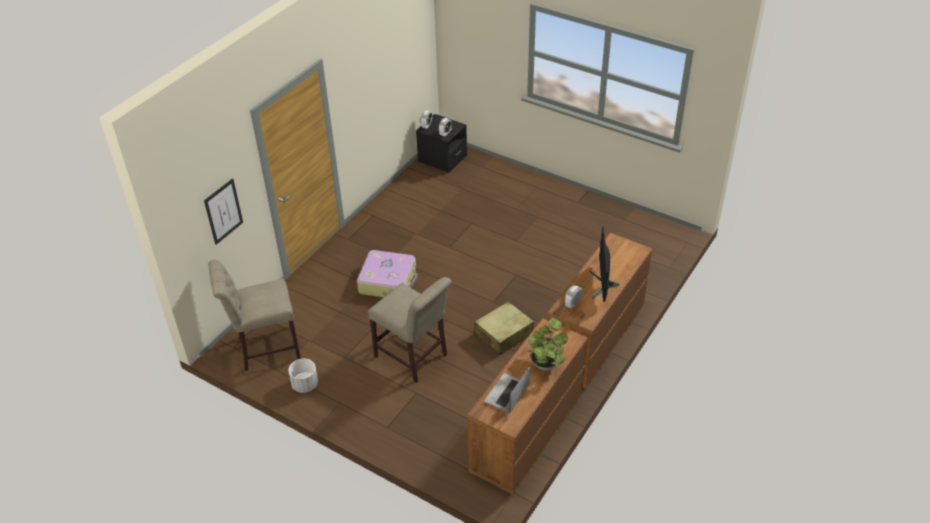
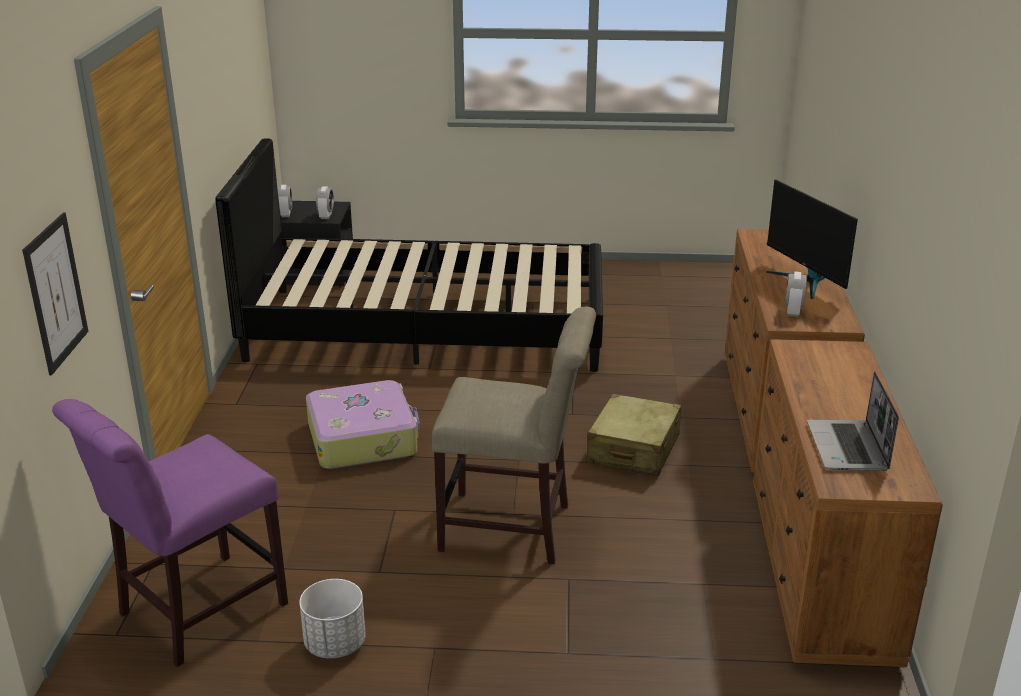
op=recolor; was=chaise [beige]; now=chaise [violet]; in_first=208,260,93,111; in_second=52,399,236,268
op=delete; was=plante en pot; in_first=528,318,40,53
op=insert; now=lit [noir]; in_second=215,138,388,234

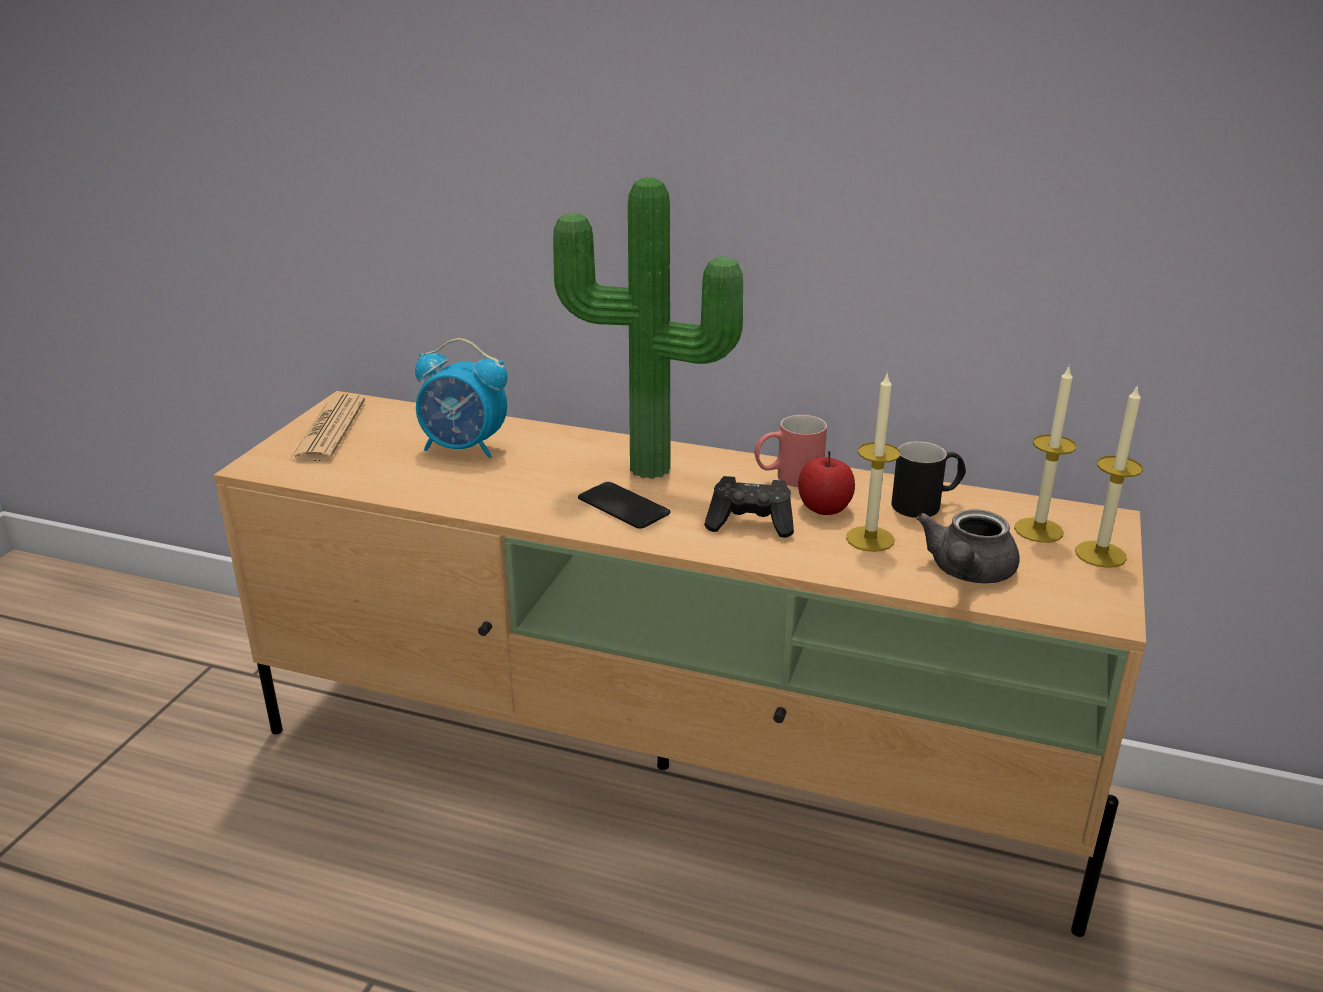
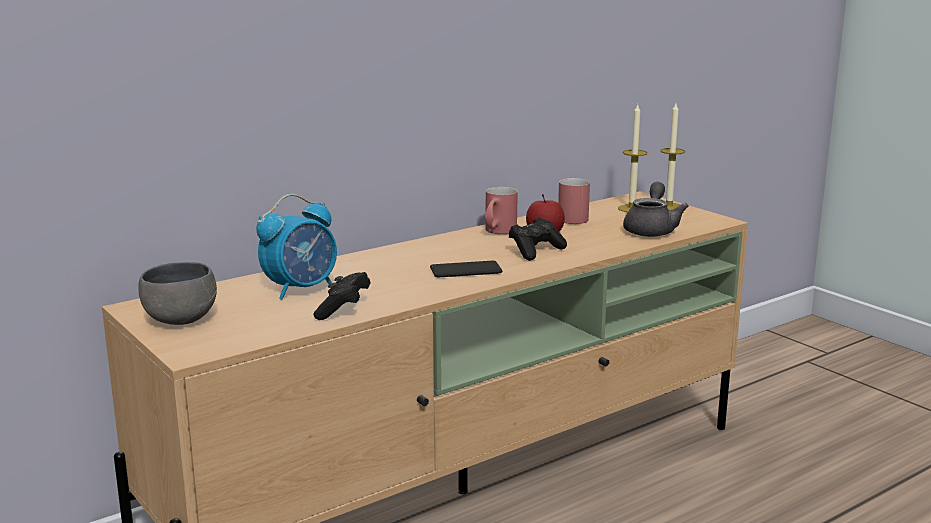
op=replace; was=journal; now=bol [gris]; in_first=290,394,75,67; in_second=138,262,79,63
op=delete; was=plante en pot; in_first=553,177,190,302
op=delete; was=bougie; in_first=846,372,55,180
op=recolor; was=mug [noir]; now=mug [rouge]; in_first=891,441,75,77; in_second=558,178,32,46
op=rotate; was=théière [gris]; in_first=917,509,103,74; in_second=623,182,66,55; clockwise=-135
op=insert; now=manette [noir]; in_second=313,272,58,48

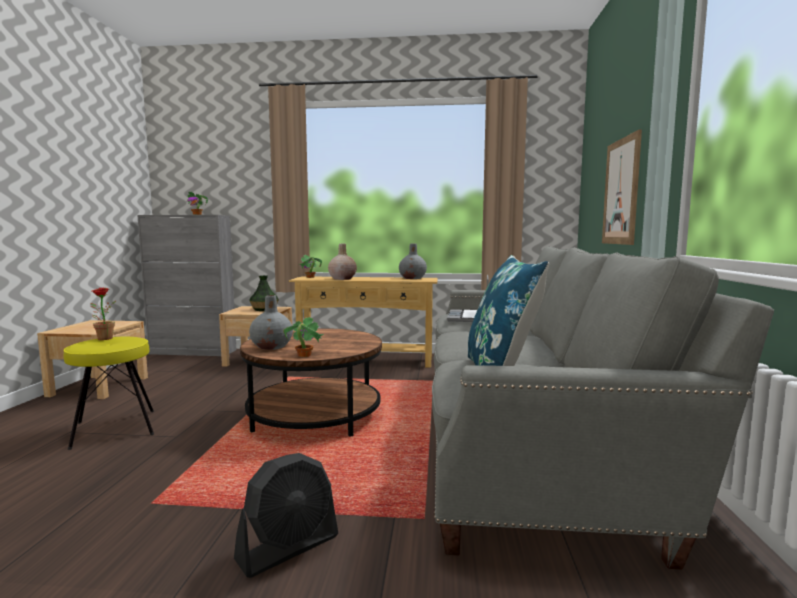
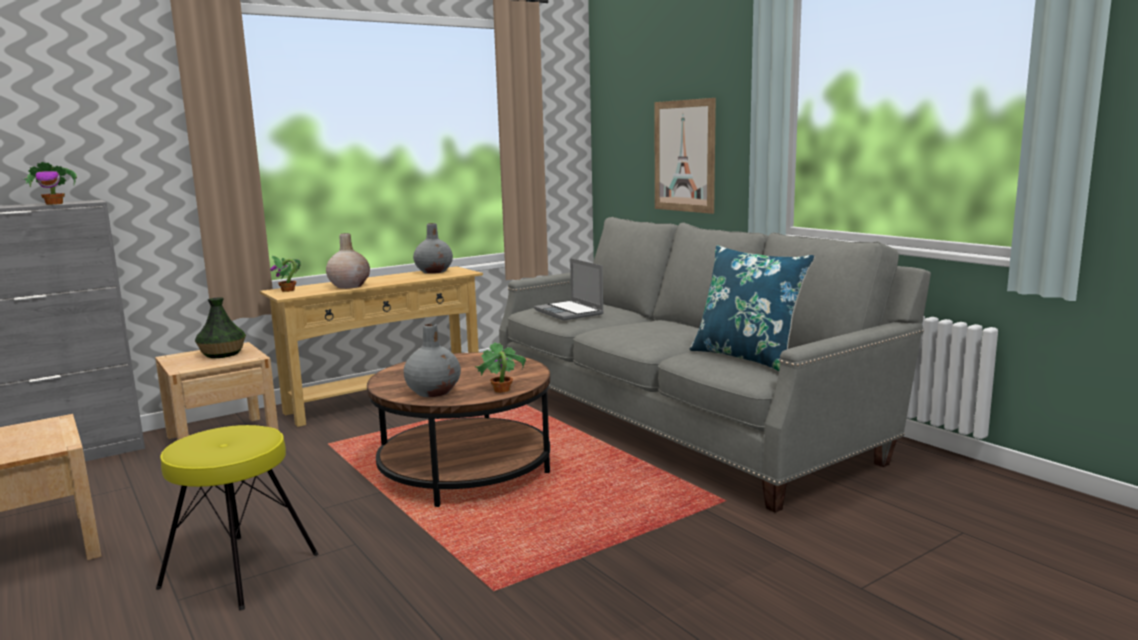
op=delete; was=plante en pot; in_first=91,288,25,52
op=delete; was=ventilateur [noir]; in_first=234,453,104,125

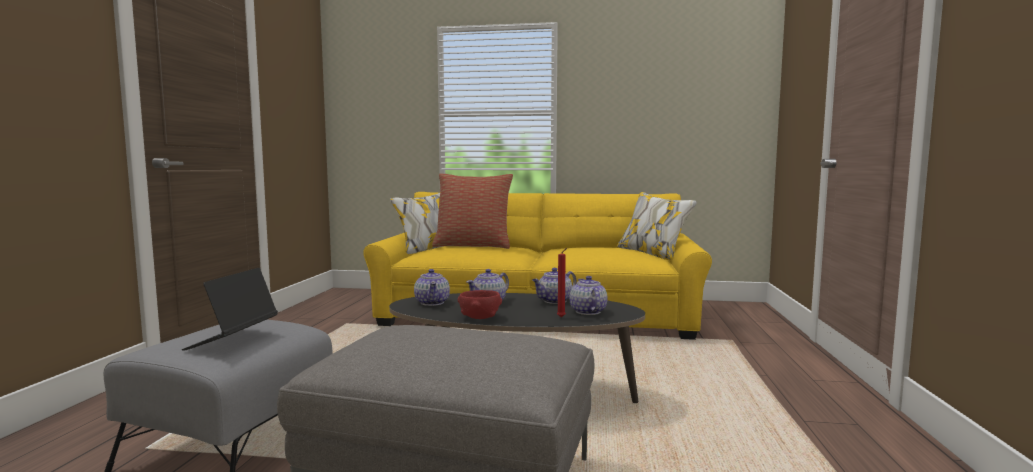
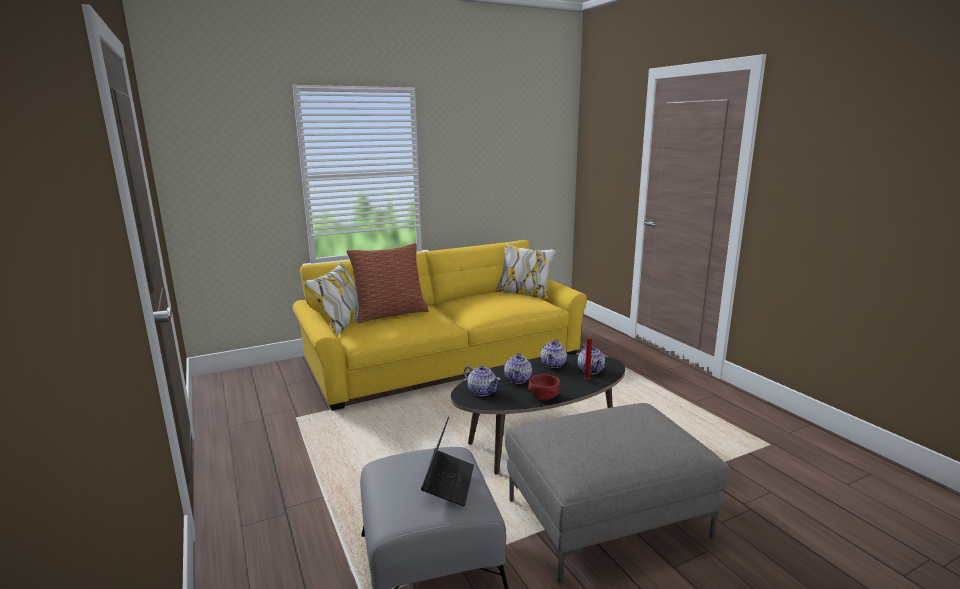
op=rotate; was=ordinateur portable; in_first=182,268,96,83; in_second=421,416,53,90; clockwise=-150
op=rotate; was=théière; in_first=569,276,38,39; in_second=578,345,27,29; clockwise=-150

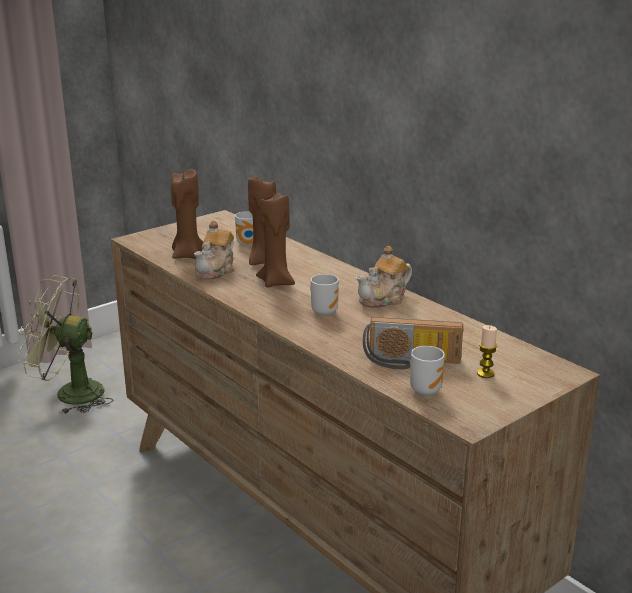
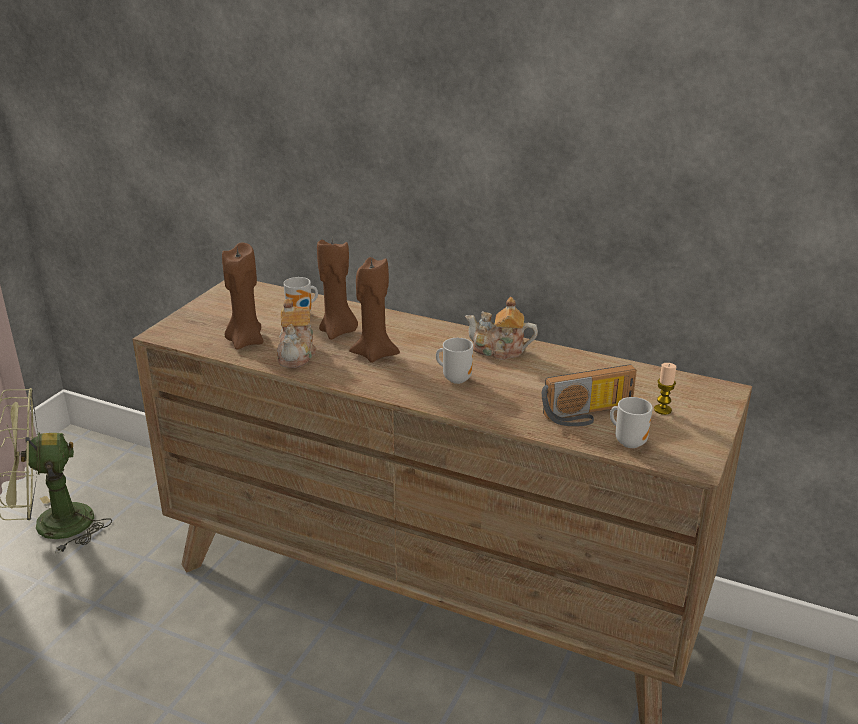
op=rotate; was=théière; in_first=356,246,56,62; in_second=465,297,73,63; clockwise=75

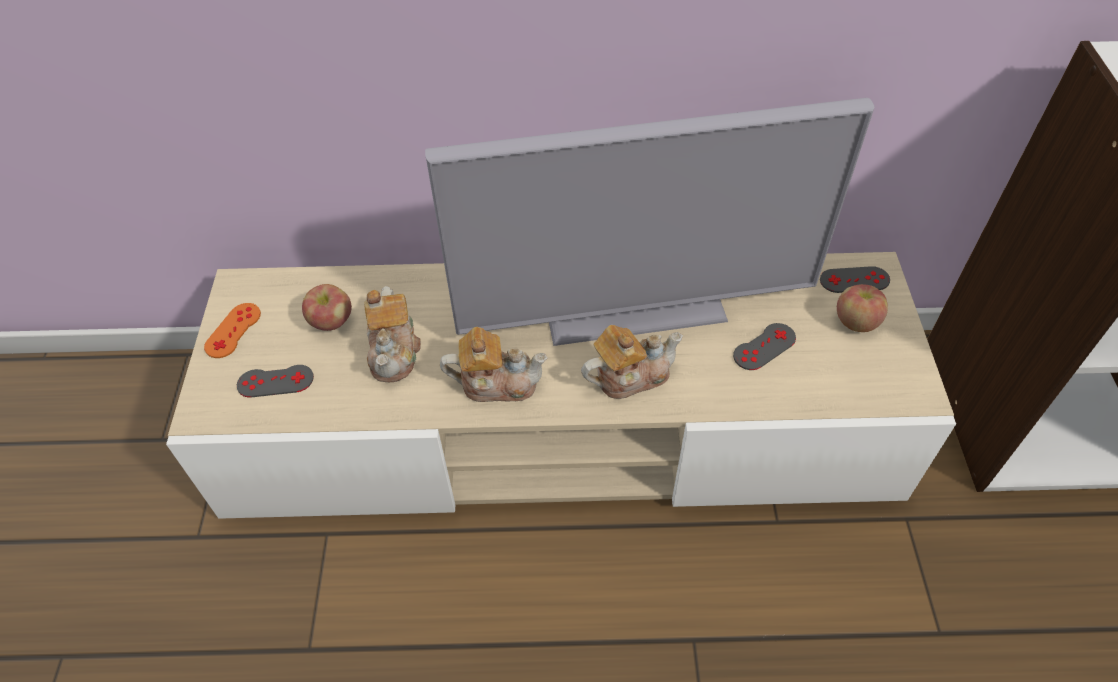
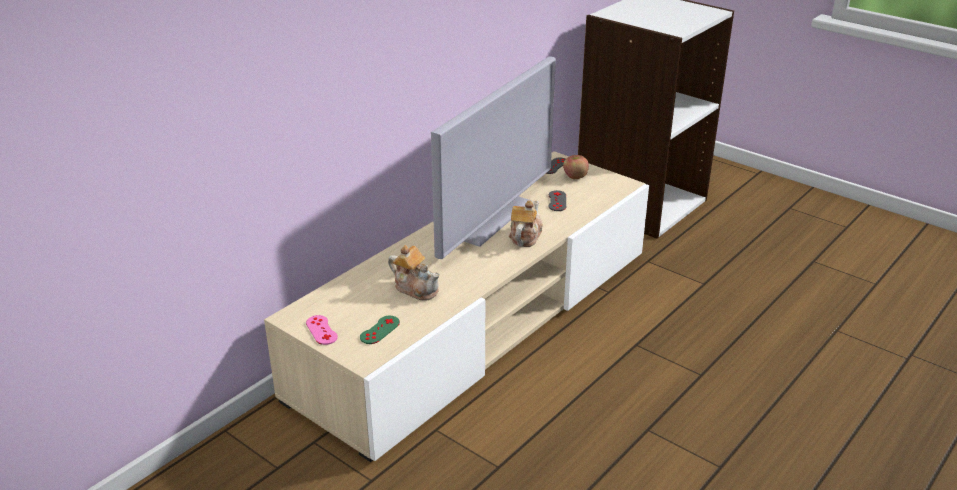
op=recolor; was=manette [orange]; now=manette [rose]; in_first=204,303,57,55; in_second=306,315,32,30
op=recolor; was=manette [gris]; now=manette [vert]; in_first=237,365,77,32; in_second=360,316,40,28
op=delete; was=pomme; in_first=302,284,50,47
op=delete; was=théière; in_first=440,327,108,75

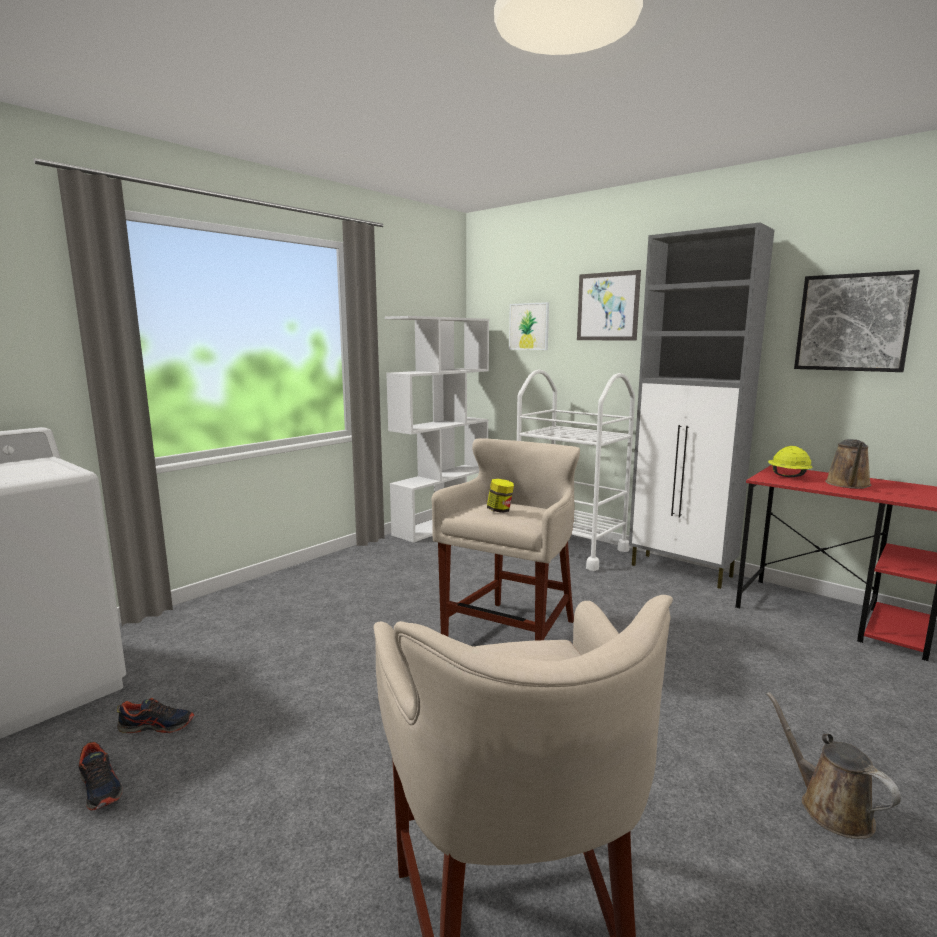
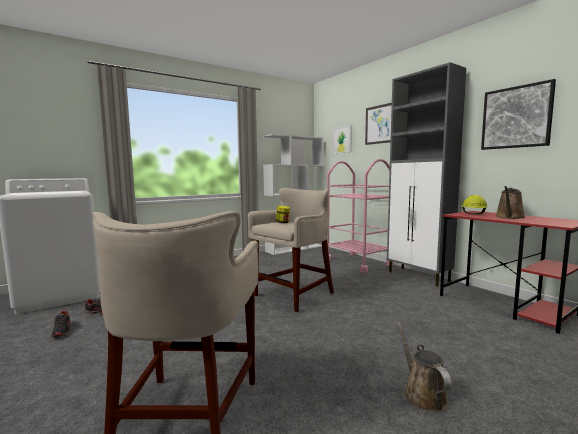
op=recolor; was=chariot [blanc]; now=chariot [rose]; in_first=517,369,118,202; in_second=327,159,66,114

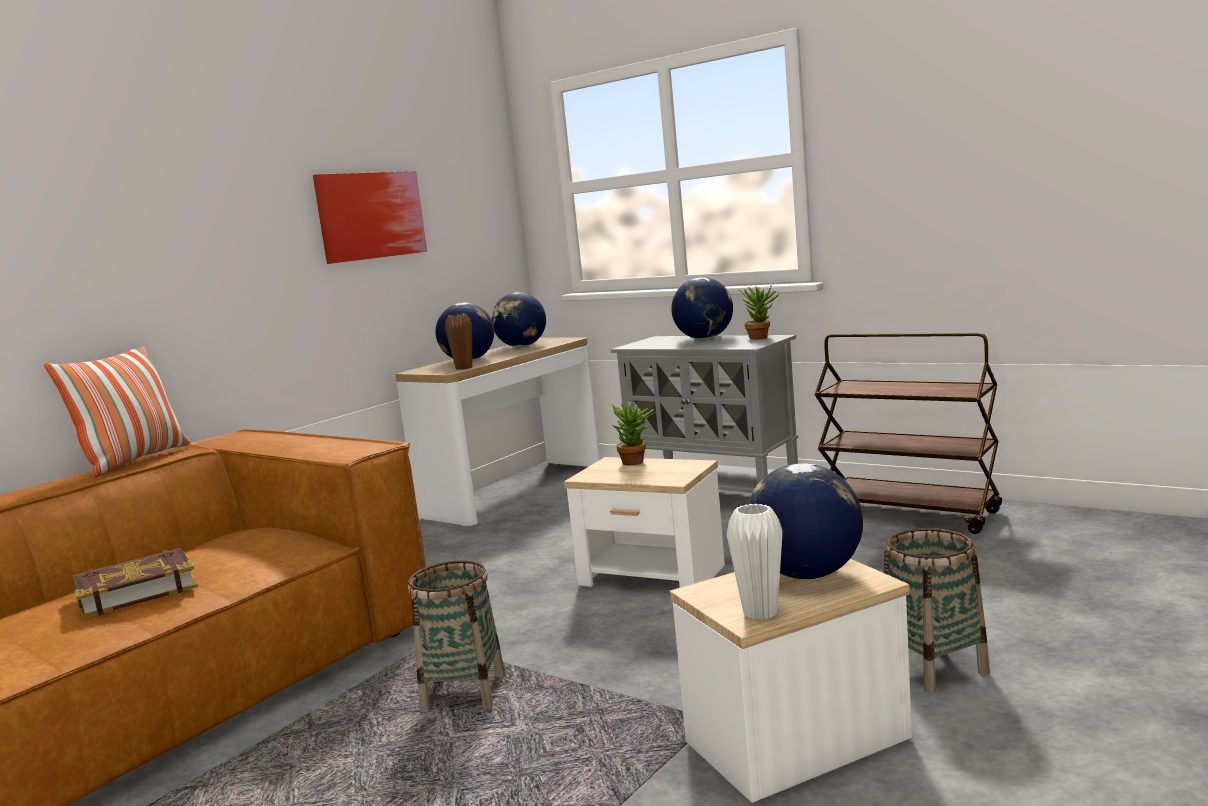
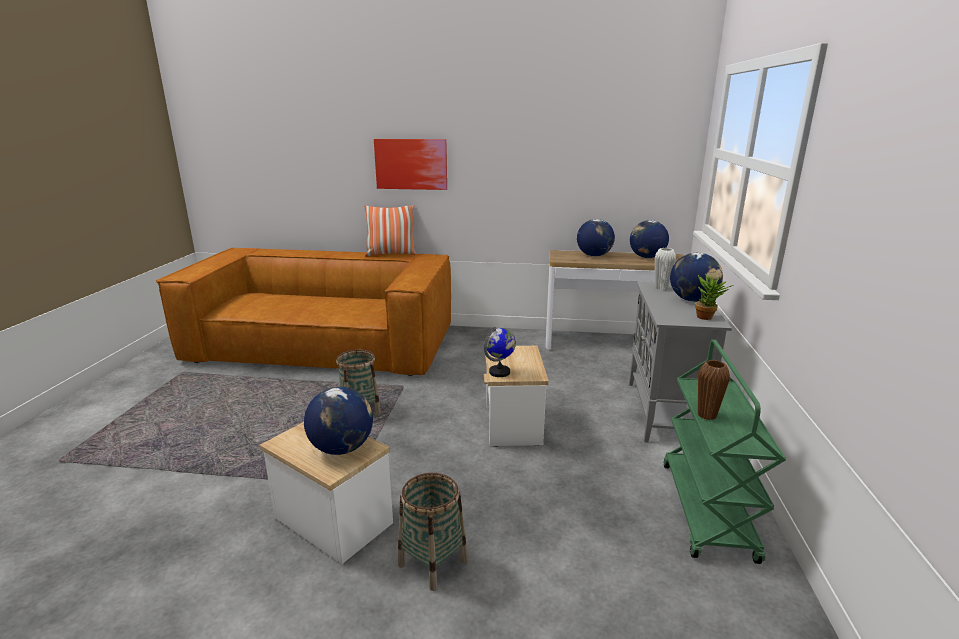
op=delete; was=livre; in_first=72,548,126,71
op=move; was=tableau; in_first=313,171,114,93; in_second=374,139,73,51
op=move; was=vase [marron]; in_first=445,314,27,56; in_second=698,360,32,60
op=delete; was=plante en pot; in_first=612,401,44,65
op=move; was=vase [blanc]; in_first=727,504,56,116; in_second=655,248,21,42
op=recolor; was=chariot [marron]; now=chariot [vert]; in_first=815,333,187,201; in_second=663,340,123,224
op=insert; now=globe; in_second=484,327,32,50

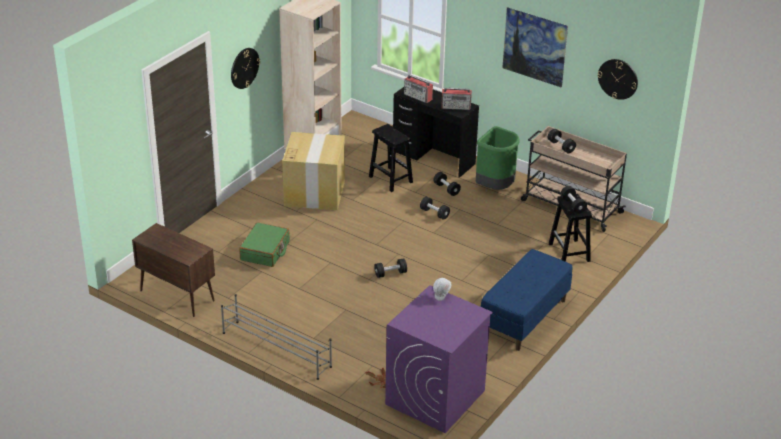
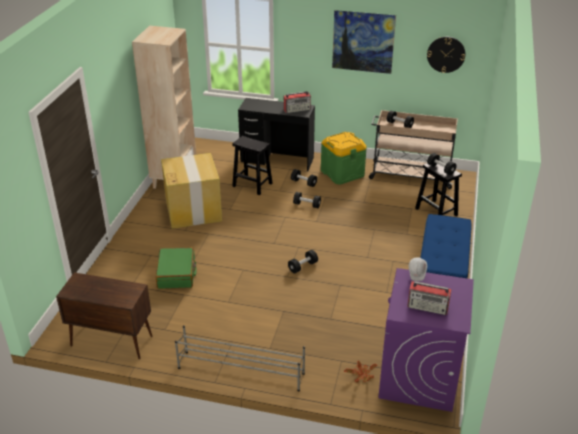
op=delete; was=horloge murale; in_first=231,48,29,41
op=move; was=radio; in_first=404,75,29,28; in_second=407,281,45,34
op=replace; was=poubelle [vert]; now=boîte de rangement [vert]; in_first=476,126,44,64; in_second=321,132,46,53

